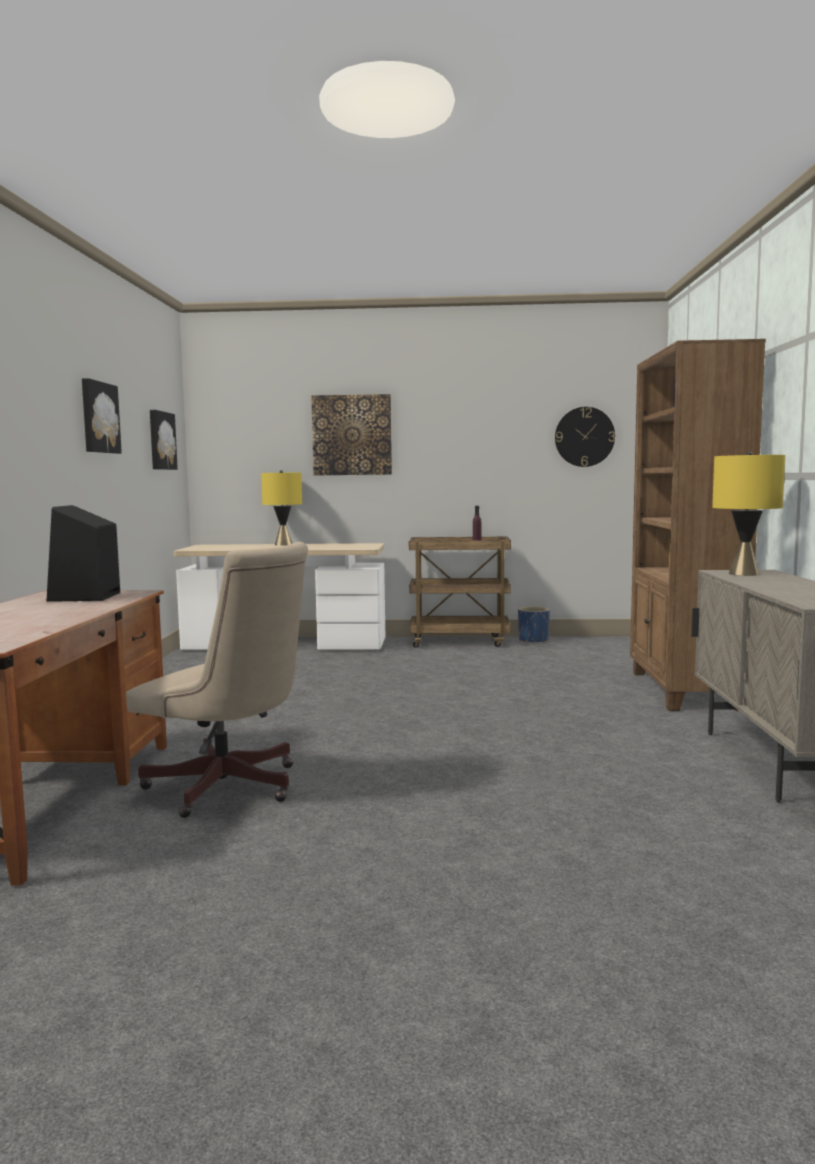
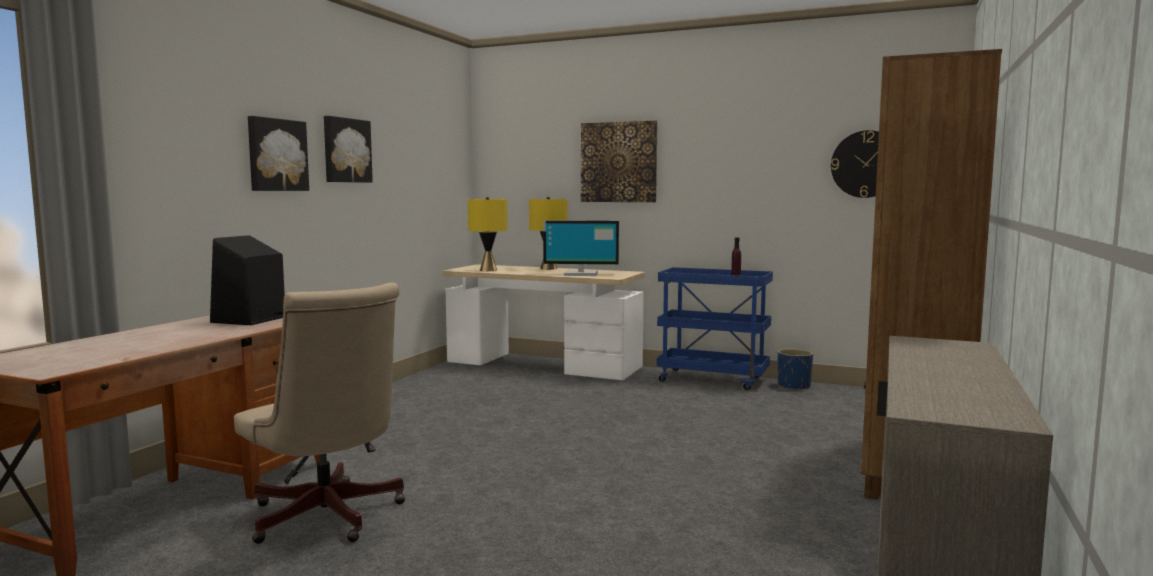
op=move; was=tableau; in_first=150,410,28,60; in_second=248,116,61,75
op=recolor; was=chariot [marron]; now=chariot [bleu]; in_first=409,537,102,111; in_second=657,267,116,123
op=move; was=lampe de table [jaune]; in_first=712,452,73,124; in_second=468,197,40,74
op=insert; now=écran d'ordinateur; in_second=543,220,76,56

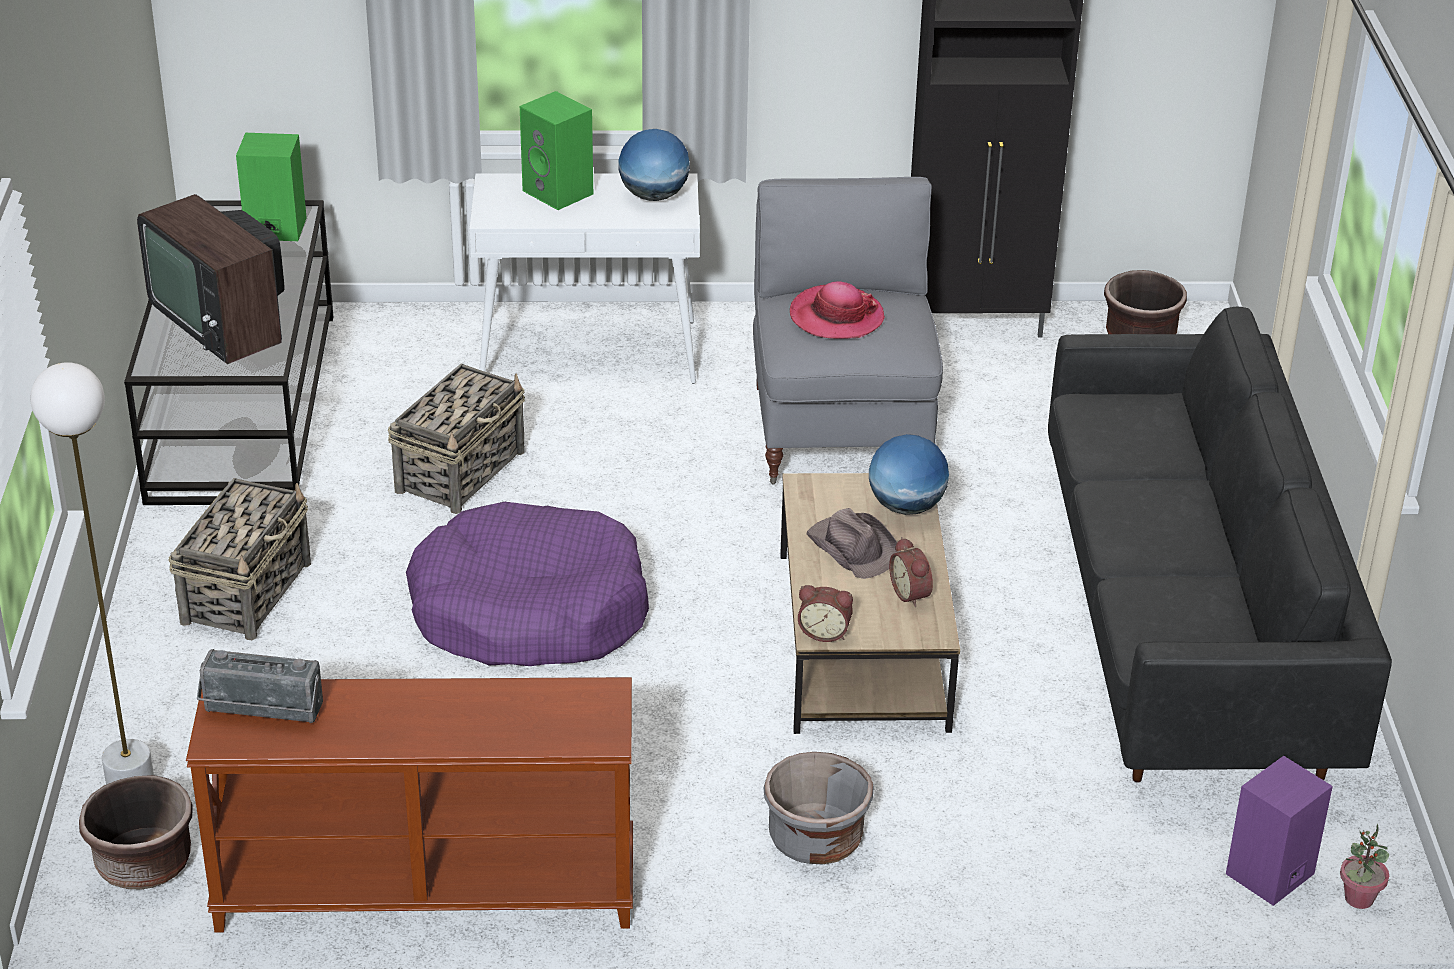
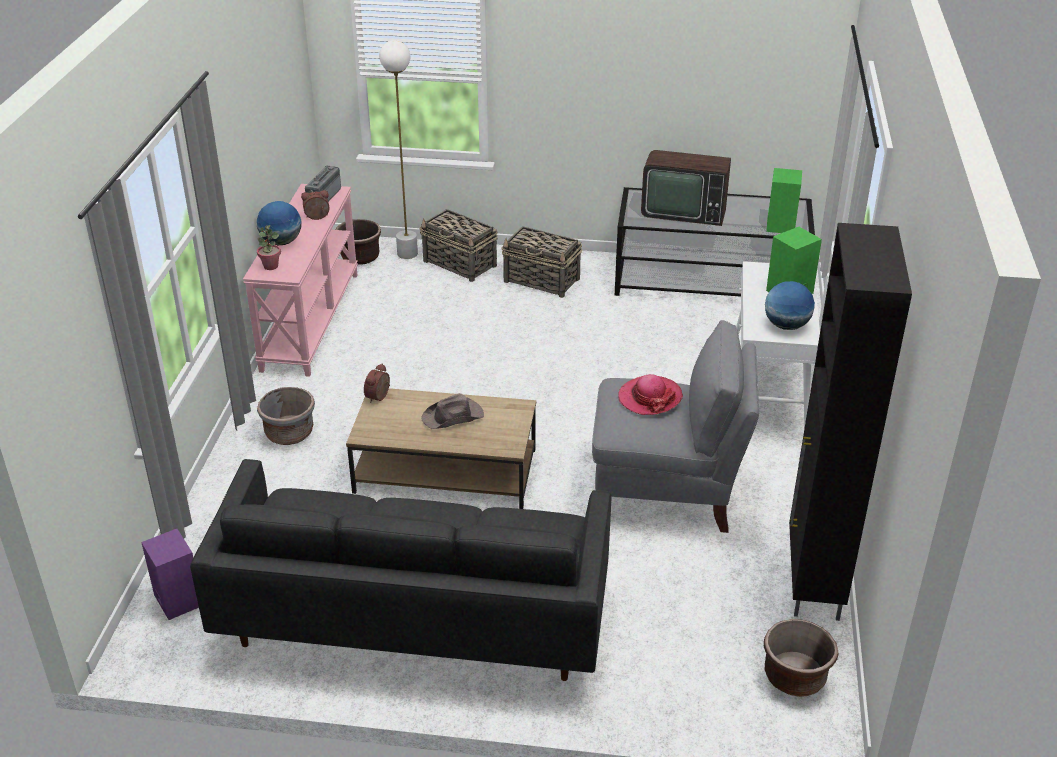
op=rotate; was=téléviseur; in_first=137,194,147,170; in_second=641,150,90,76; clockwise=-135
op=recolor; was=table console [marron]; now=table console [rose]; in_first=186,677,447,255; in_second=243,184,115,193
op=move; was=panier; in_first=388,364,137,150; in_second=419,209,79,73
op=delete; was=panier pour chien [violet]; in_first=406,502,243,164
op=move; was=globe; in_first=869,434,80,81; in_second=256,201,45,44
op=move; was=réveil; in_first=889,537,44,70; in_second=301,190,28,30
op=move; was=plante en pot; in_first=1340,824,49,85; in_second=257,225,24,45

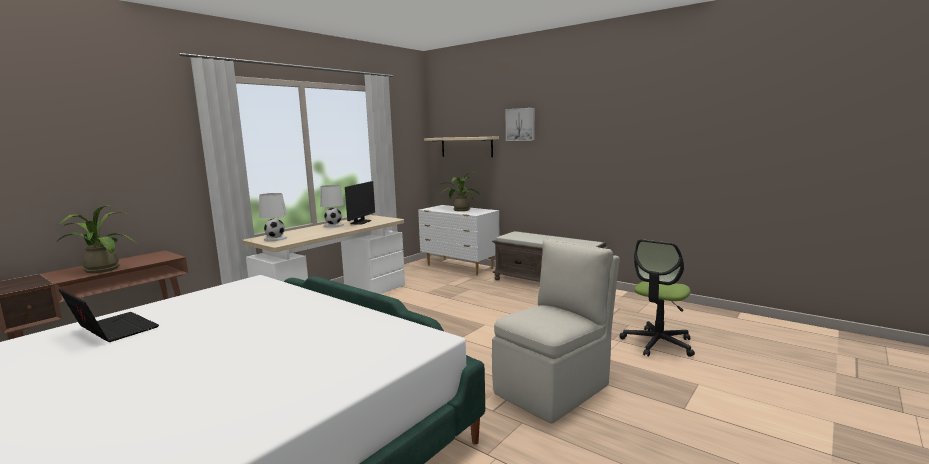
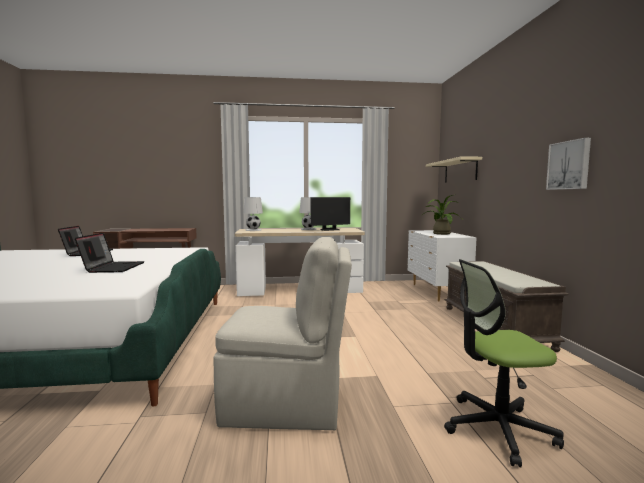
op=delete; was=plante en pot; in_first=55,205,80,68
op=move; was=tableau; in_first=506,108,29,33; in_second=546,138,45,52
op=insert; now=ordinateur portable; in_second=75,233,69,40

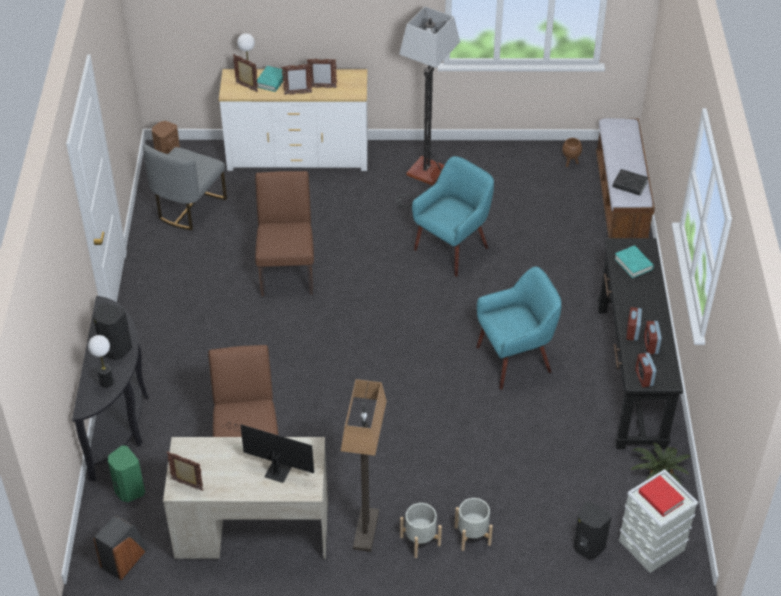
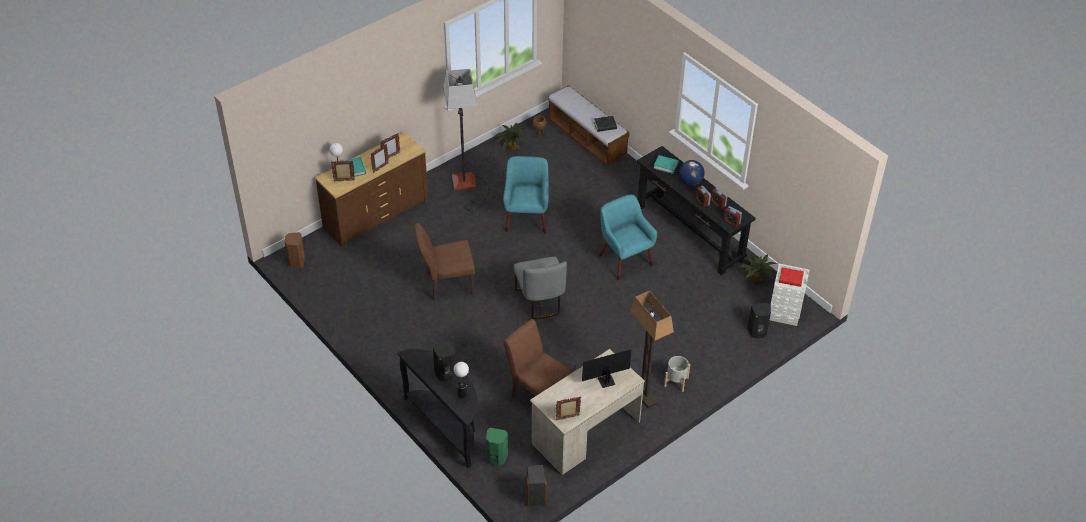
op=move; was=chaise [gris]; in_first=143,144,84,86; in_second=514,257,53,62
op=recolor; was=commode [blanc]; now=commode [marron]; in_first=219,69,149,102; in_second=315,132,113,115
op=rotate; was=chaise [marron]; in_first=255,171,59,125; in_second=414,223,61,77; clockwise=-60
op=delete; was=cache-pot [gris]; in_first=455,498,38,53
op=rotate; was=fauteuil [turquoise]; in_first=476,266,85,124; in_second=599,195,58,85; clockwise=-60
op=insert; now=plante en pot; in_second=494,123,34,30
op=insert; now=globe; in_second=679,160,26,25

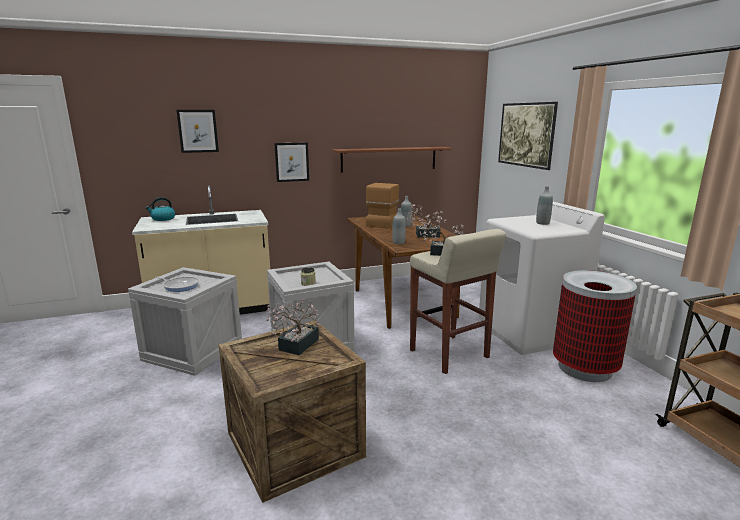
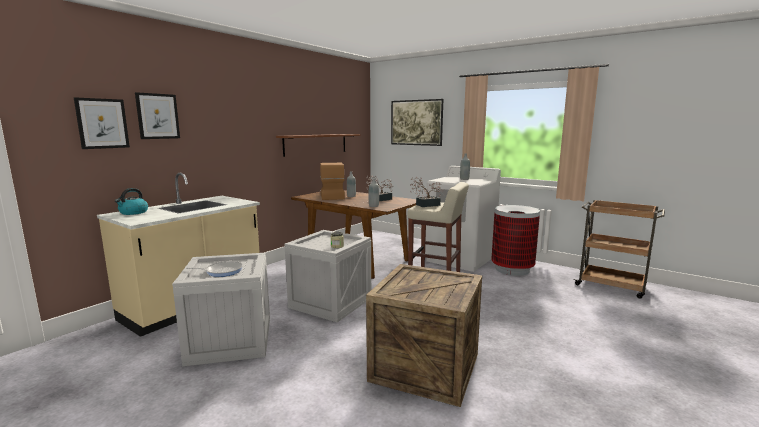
op=delete; was=plante en pot; in_first=266,300,53,55
op=move; was=tableau; in_first=274,142,35,40; in_second=74,97,56,52

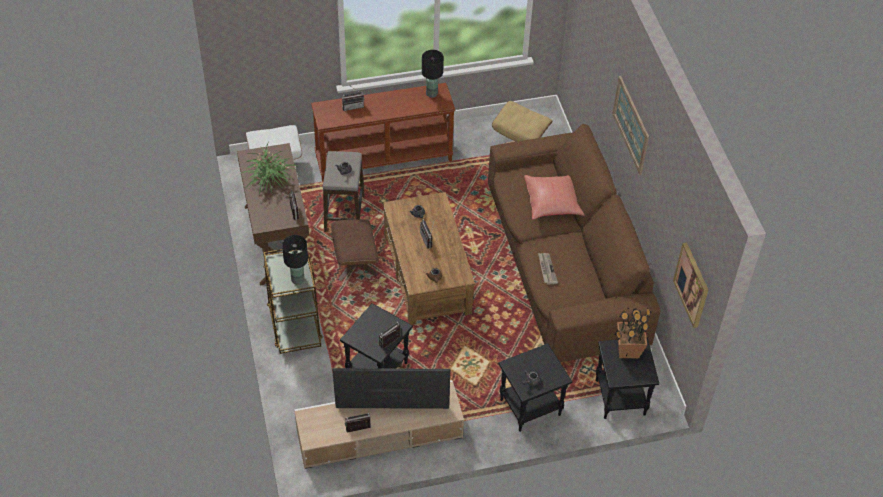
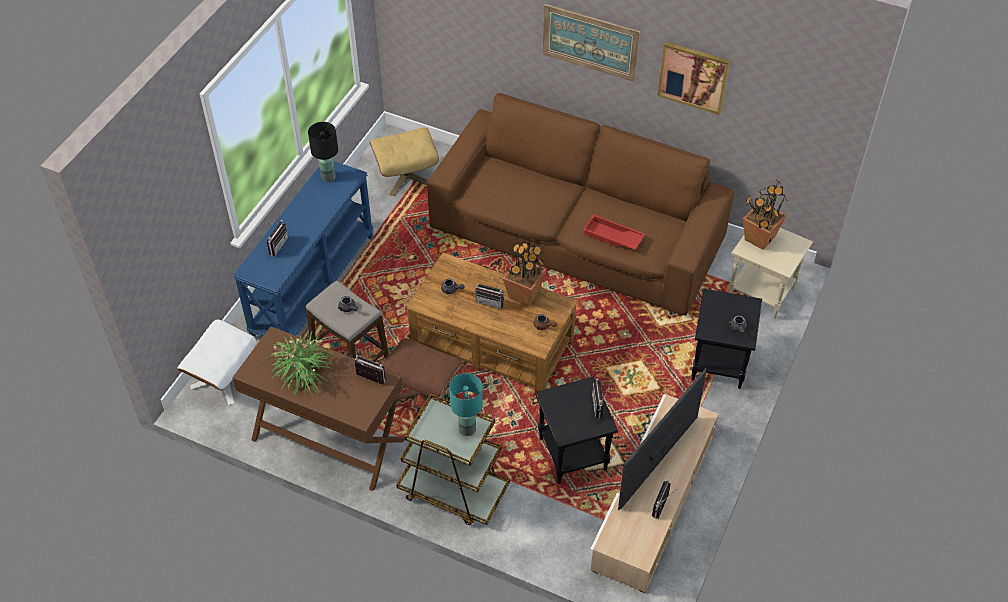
op=recolor; was=lampe de table [noir]; now=lampe de table [turquoise]; in_first=282,235,26,50; in_second=449,373,34,63
op=recolor; was=table console [marron]; now=table console [bleu]; in_first=311,83,144,99; in_second=233,161,141,176
op=delete; was=coussin [rouge]; in_first=524,175,60,44
op=replace; was=journal; now=plateau [rouge]; in_first=538,253,20,32; in_second=583,214,62,36
op=recolor; was=table d'appoint [noir]; now=table d'appoint [beige]; in_first=596,337,63,82; in_second=728,228,85,91
op=move; was=tableau; in_first=673,243,35,85; in_second=657,42,73,73
op=insert; now=plante en pot; in_second=503,242,44,64

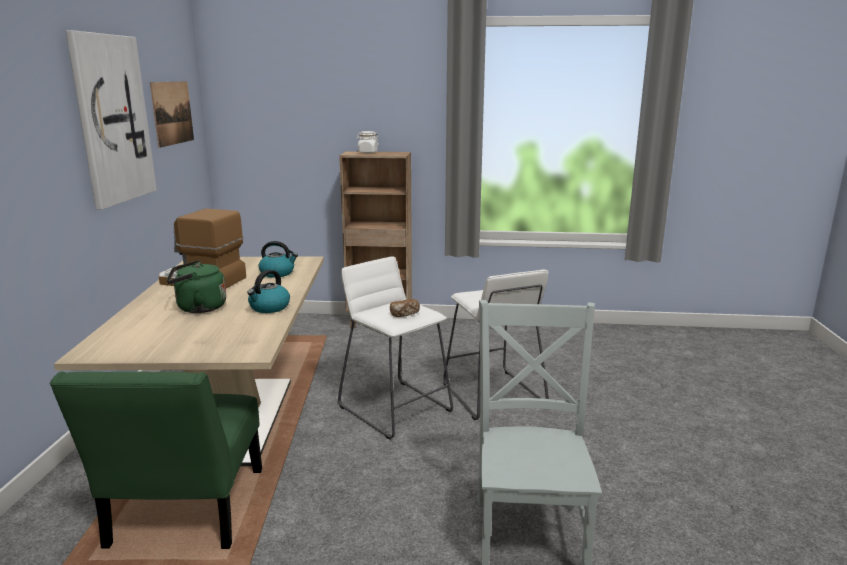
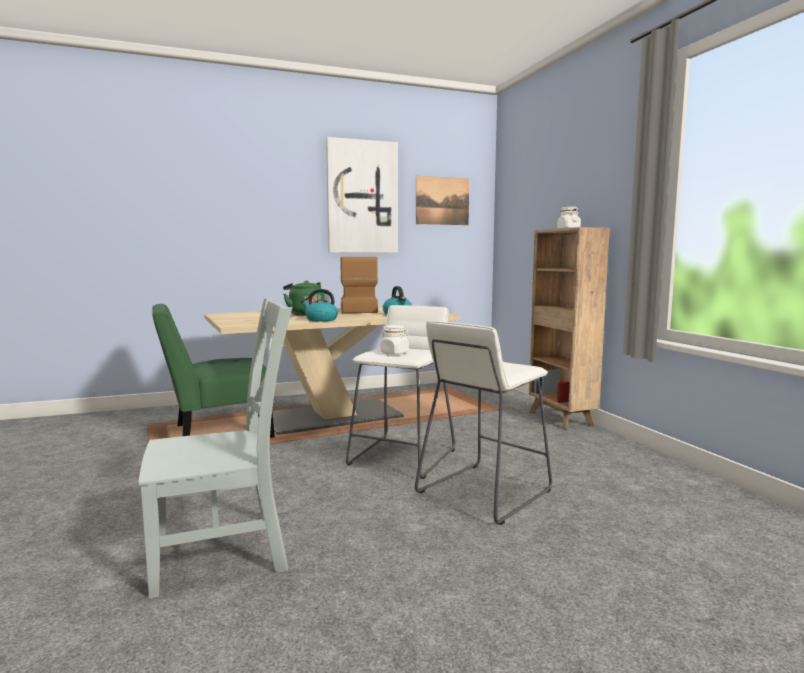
op=replace; was=pain; now=bocal [blanc]; in_first=390,299,30,18; in_second=380,325,29,30

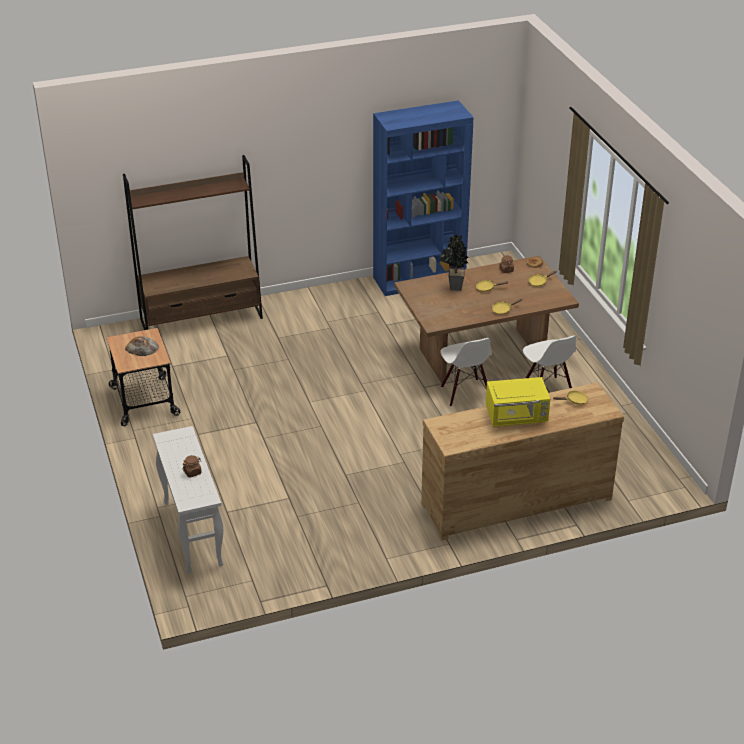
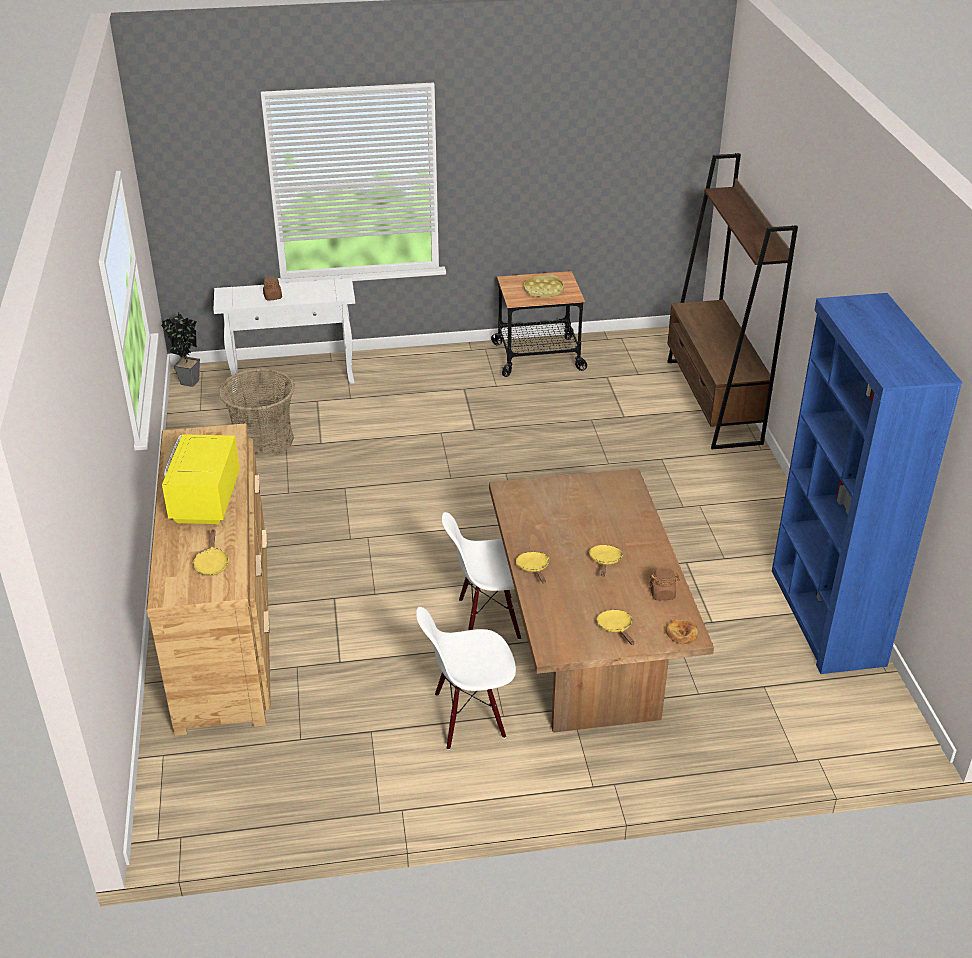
op=replace; was=pain; now=plateau [jaune]; in_first=125,336,34,20; in_second=524,275,40,22
op=move; was=plante en pot; in_first=440,234,28,57; in_second=161,313,39,74
op=insert; now=panier; in_second=219,368,76,90

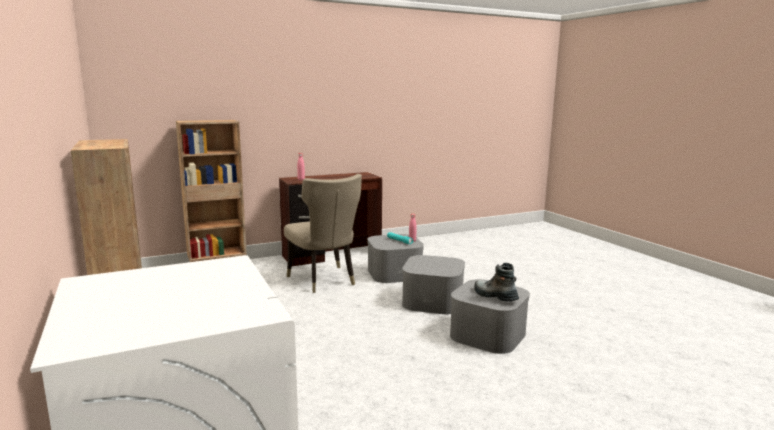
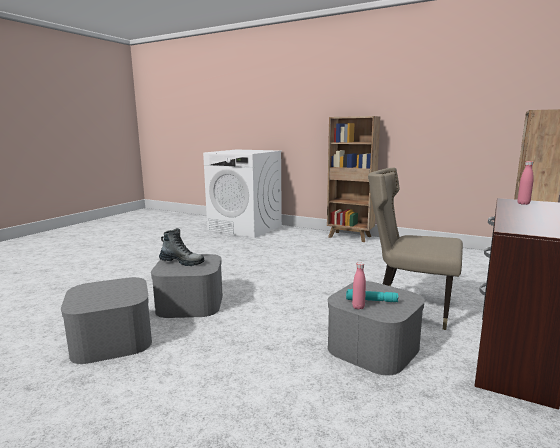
op=move; was=boîte de rangement [gris]; in_first=402,255,63,59; in_second=61,277,91,87

